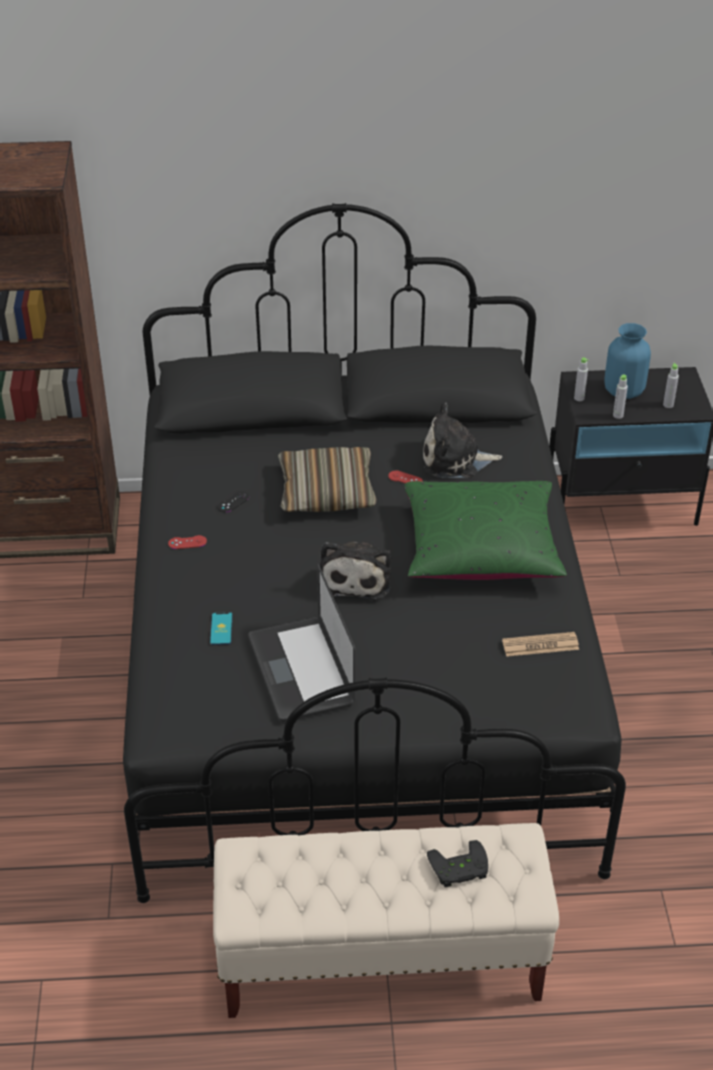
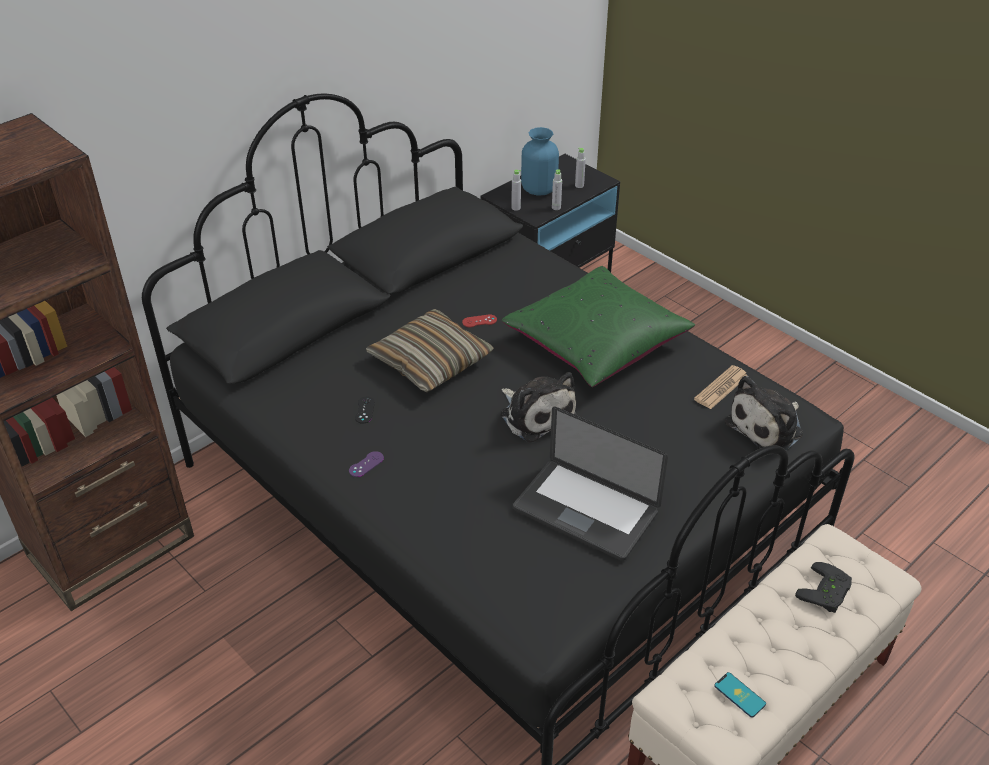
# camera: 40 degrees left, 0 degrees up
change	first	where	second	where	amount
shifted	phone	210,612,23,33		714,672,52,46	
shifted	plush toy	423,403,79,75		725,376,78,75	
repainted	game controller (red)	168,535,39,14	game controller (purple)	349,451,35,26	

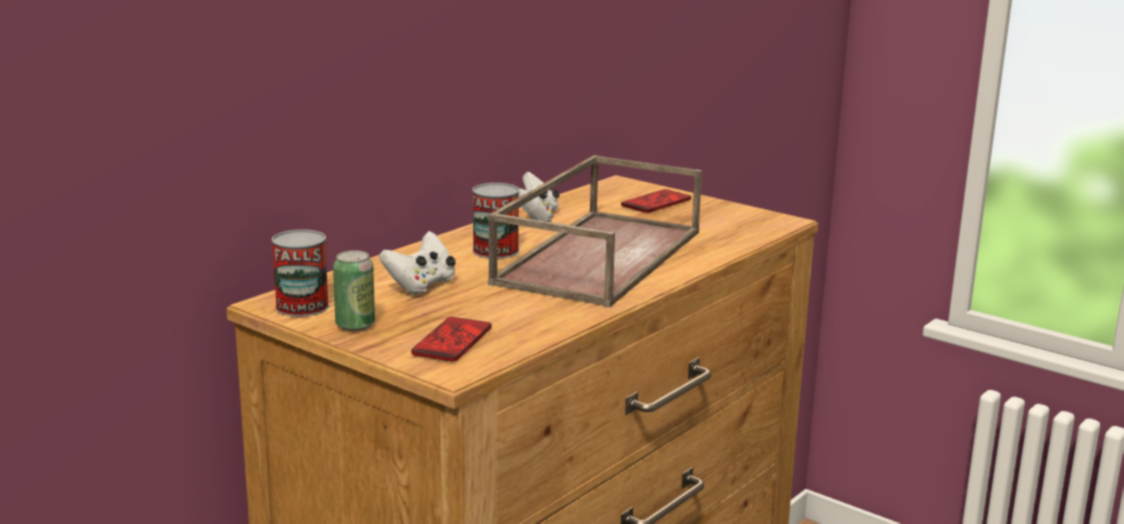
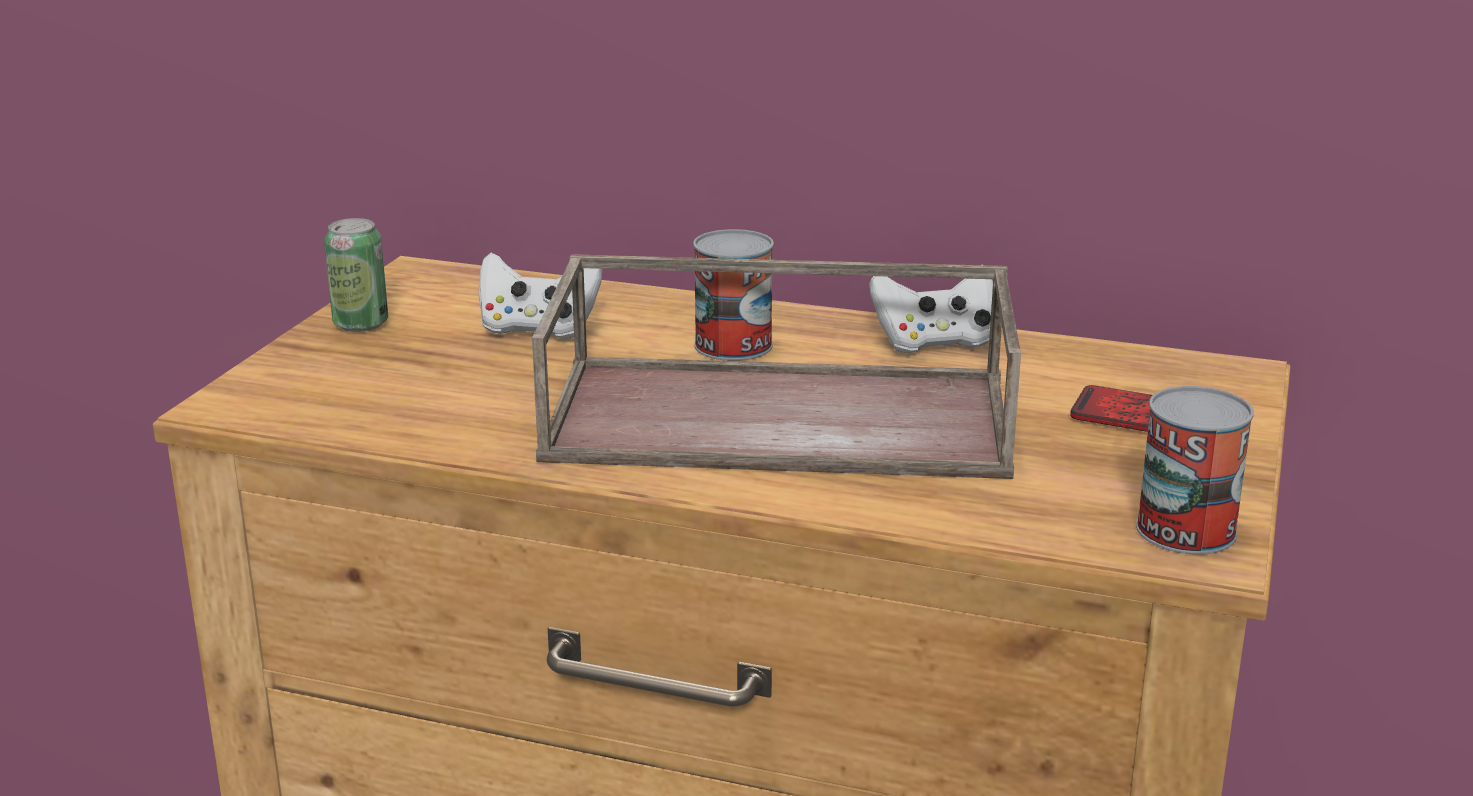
# camera: 70 degrees right, 5 degrees up
change	first	where	second	where	amount
gone	phone	411,317,81,44			
shifted	can	272,229,57,88		1136,386,118,169	

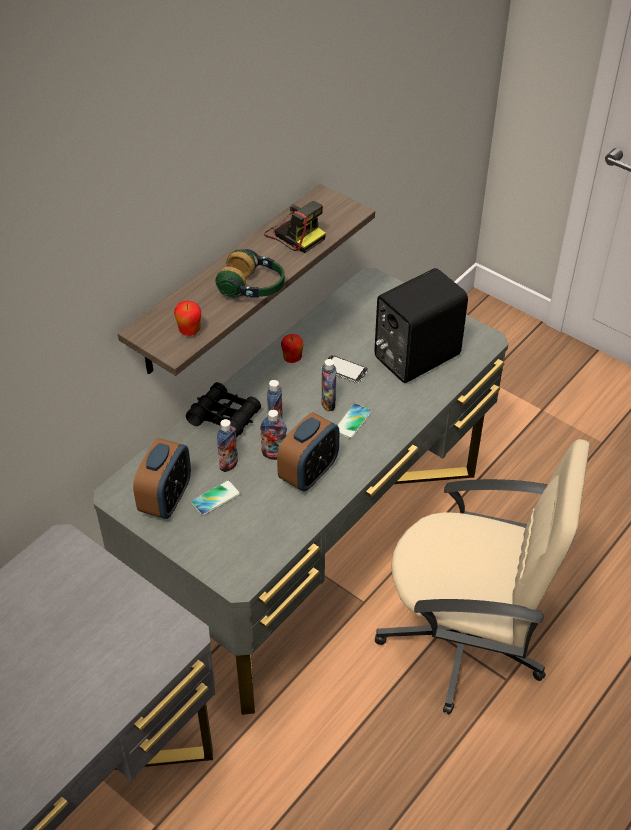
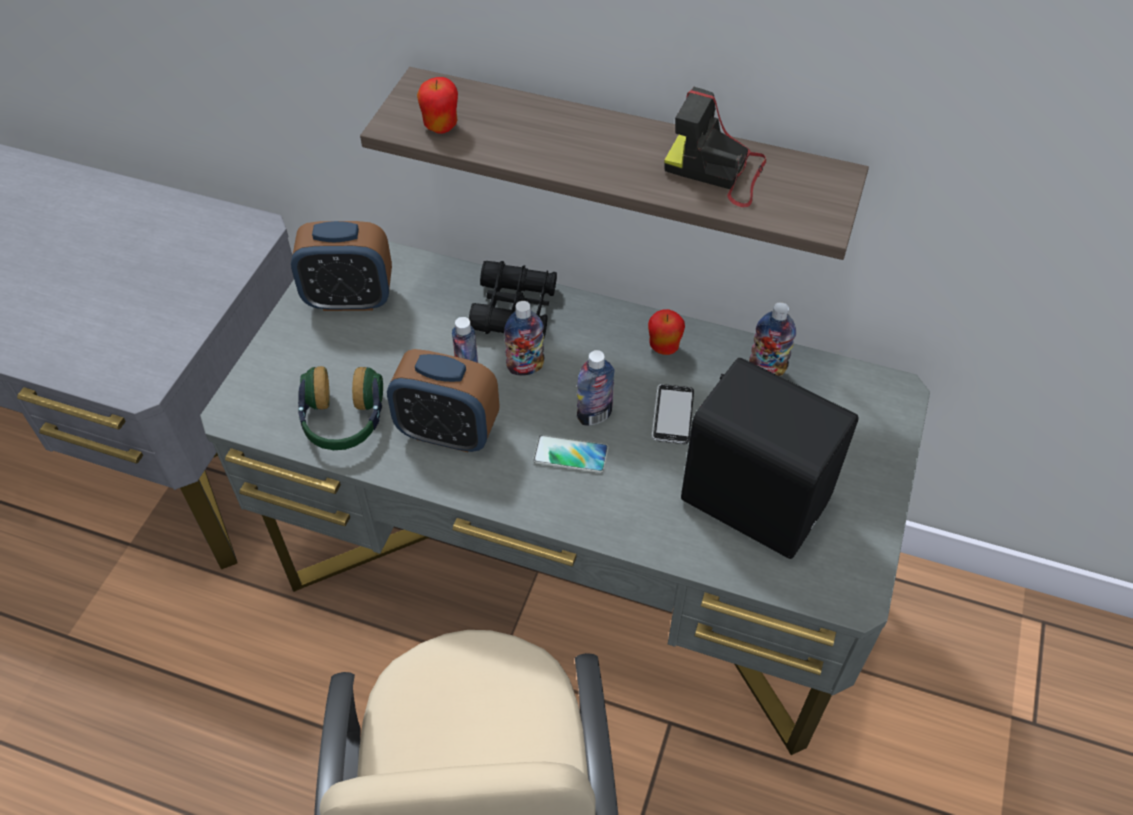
# camera: 70 degrees right, 5 degrees up
change	first	where	second	where	amount
gone	phone	191,480,50,36			
shifted	headphones	215,249,70,49		298,366,85,84	
shifted	bottle	217,419,21,53		749,302,47,74	
rotated	photo camera	264,201,62,52		664,87,102,120	90 degrees clockwise

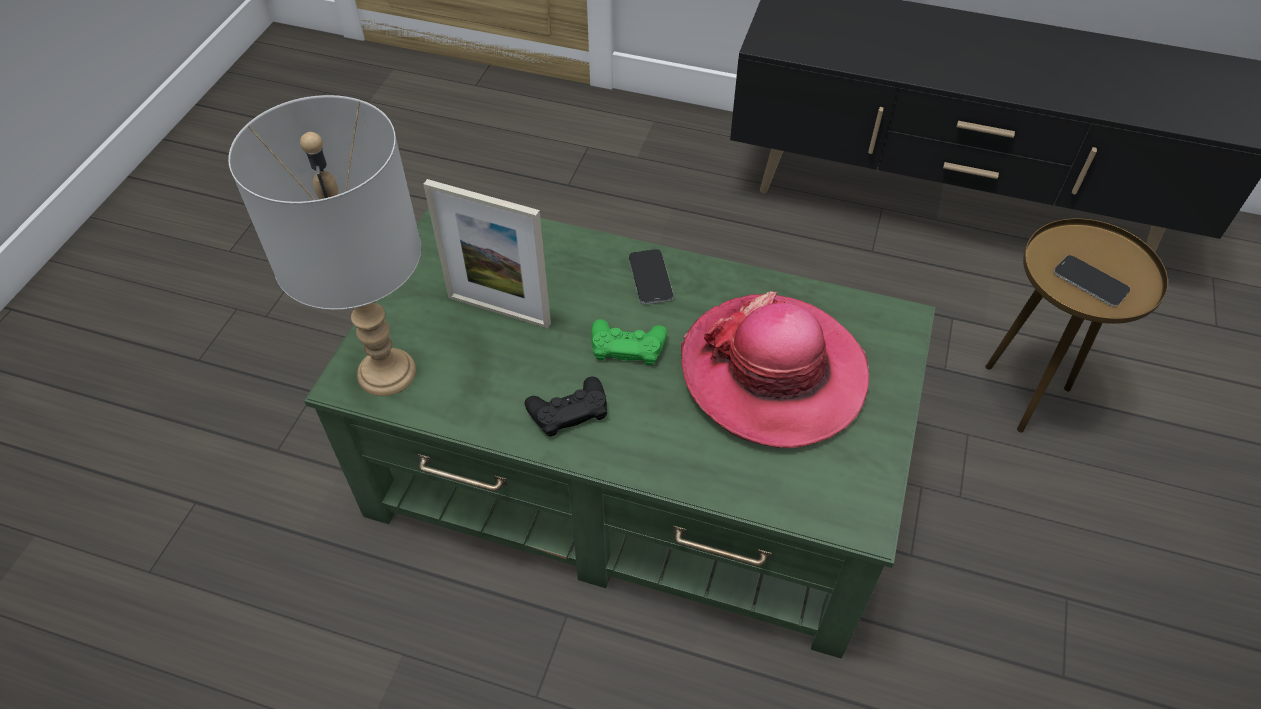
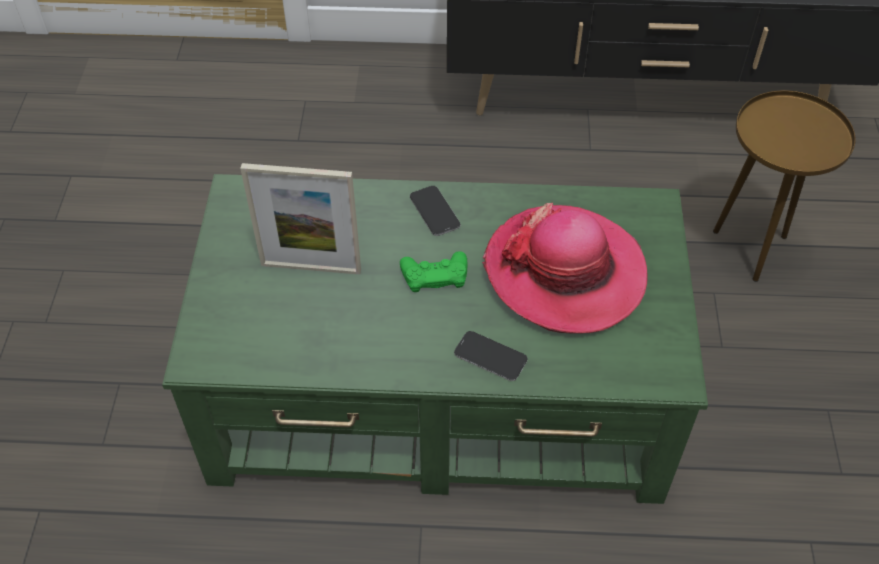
# camera: 15 degrees left, 0 degrees up
change	first	where	second	where	amount
gone	table lamp (grey)	228,95,194,301			
gone	game controller (black)	524,377,83,59			
shifted	phone	1054,255,76,52		454,331,74,50	

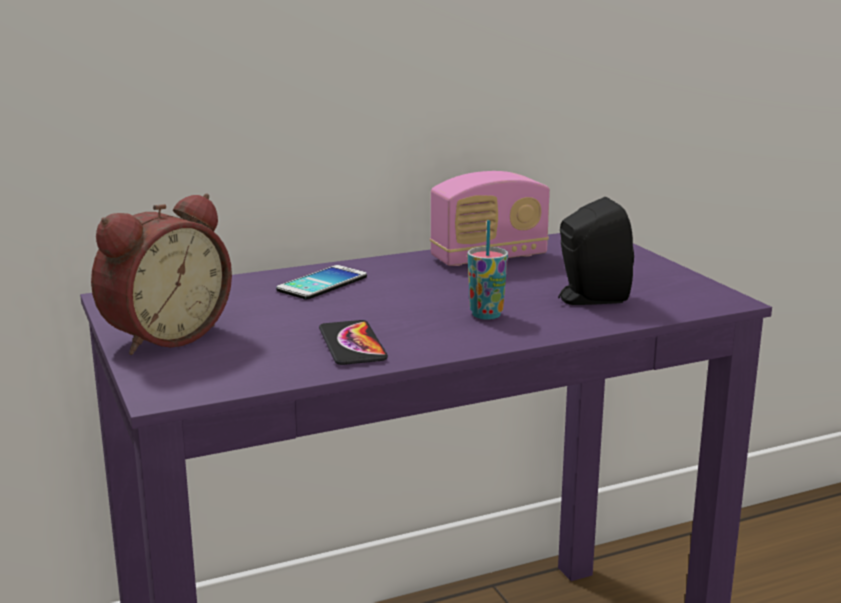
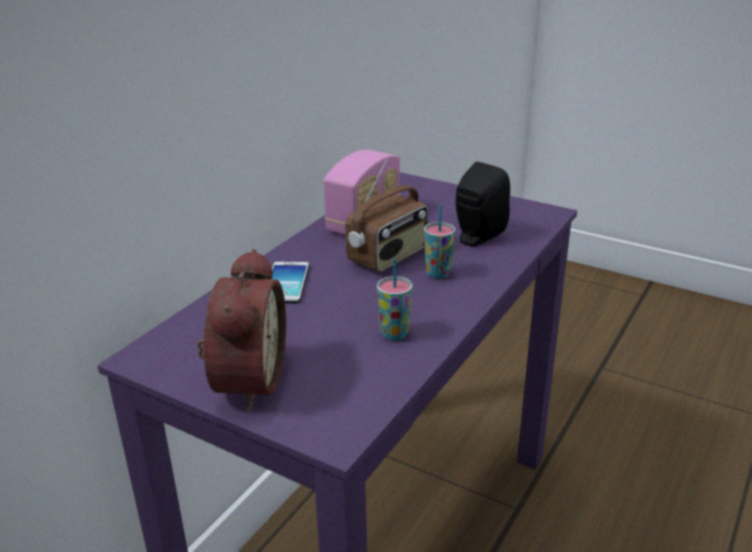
# camera: 35 degrees left, 10 degrees up
change	first	where	second	where	amount
new			radio	345,159,83,113	
swapped	phone	319,320,69,45	cup	377,259,35,81	

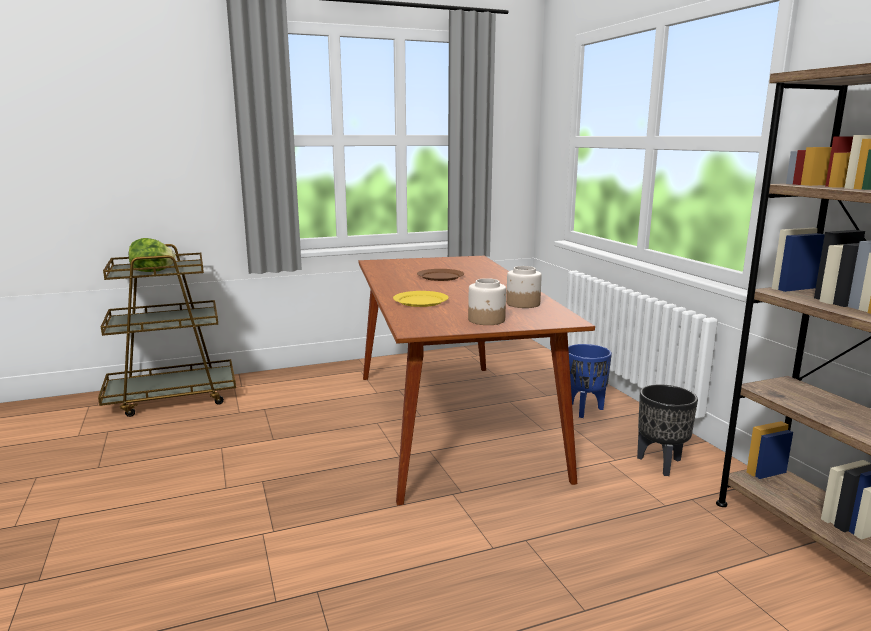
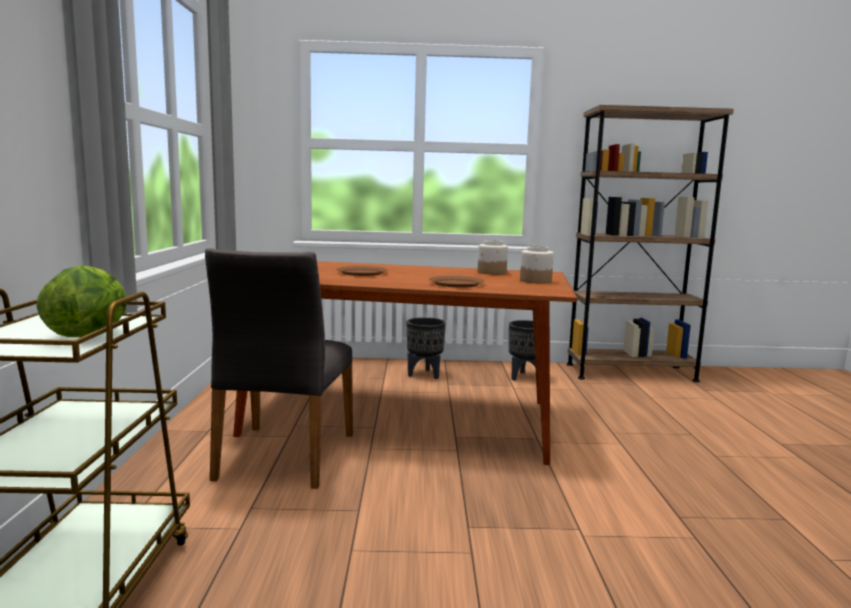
# camera: 70 degrees left, 5 degrees down
change	first	where	second	where	amount
new			chair (grey)	205,248,148,241	
repainted	plate (yellow)	393,291,56,16	plate (brown)	429,276,56,12	
repainted	planter (blue)	568,344,44,74	planter (black)	407,317,39,62	

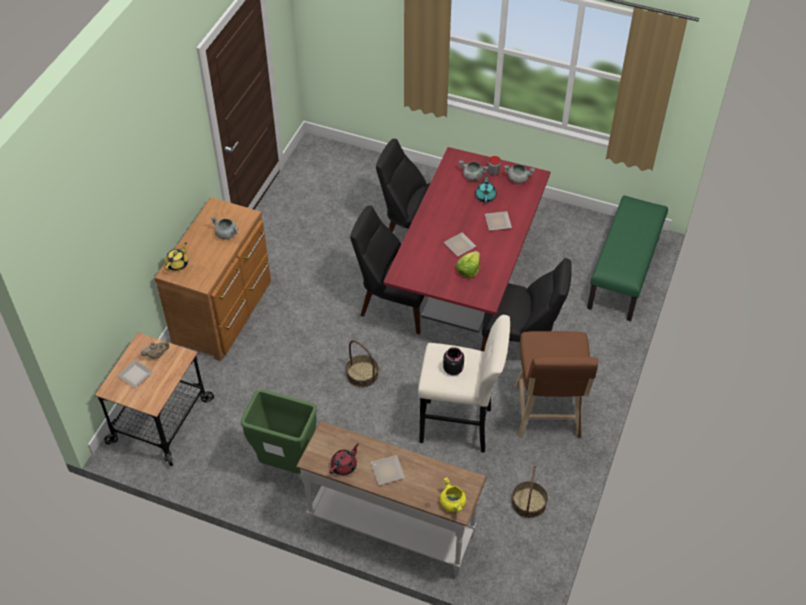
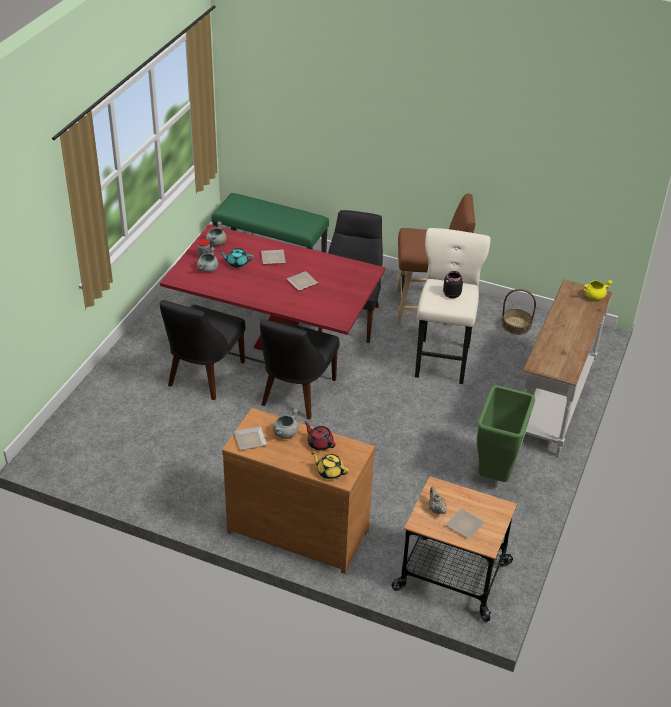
# camera: 90 degrees left, 10 degrees down
change	first	where	second	where	amount
gone	basket	346,340,32,48			
gone	lettuce	456,251,24,27			
shifted	teapot (red)	329,443,30,32		304,422,32,28	
shifted	plate	371,455,34,30		234,426,33,24	

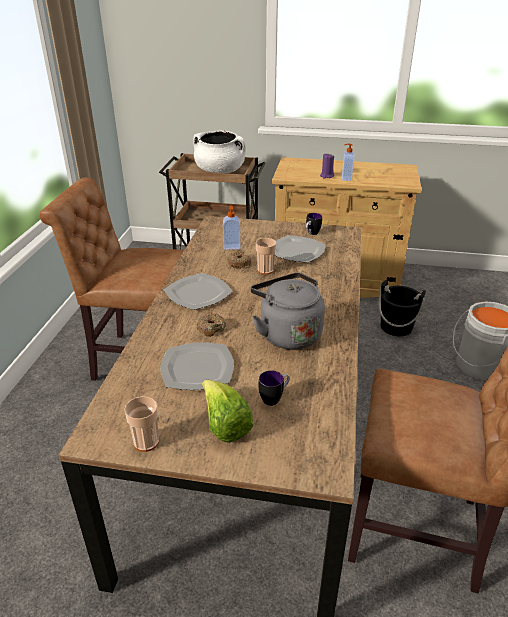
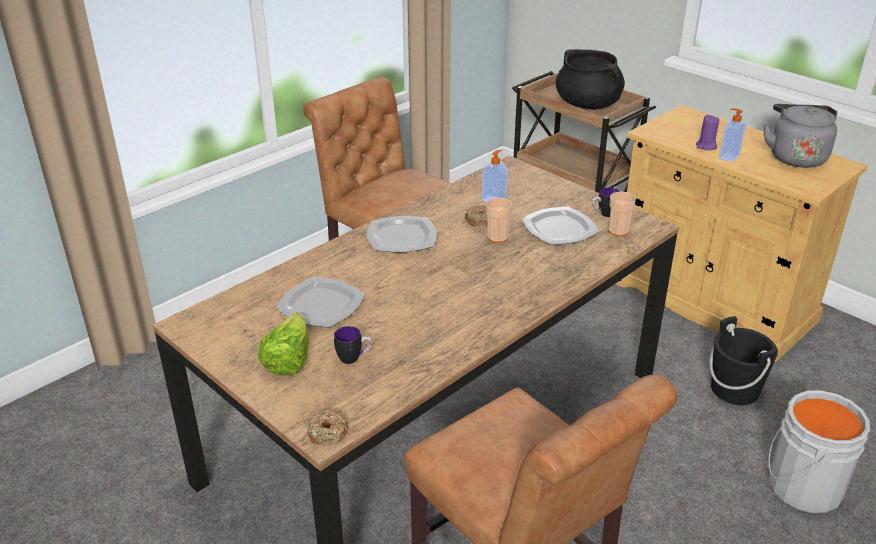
# camera: 35 degrees right, 0 degrees up
change	first	where	second	where	amount
shifted	cup	124,396,35,56		608,192,28,44	
shifted	donut	197,313,29,24		307,410,41,35	
shifted	kettle (grey)	251,273,74,77		764,104,73,64	
repainted	cooking pot (white)	193,131,53,42	cooking pot (black)	556,49,69,61	

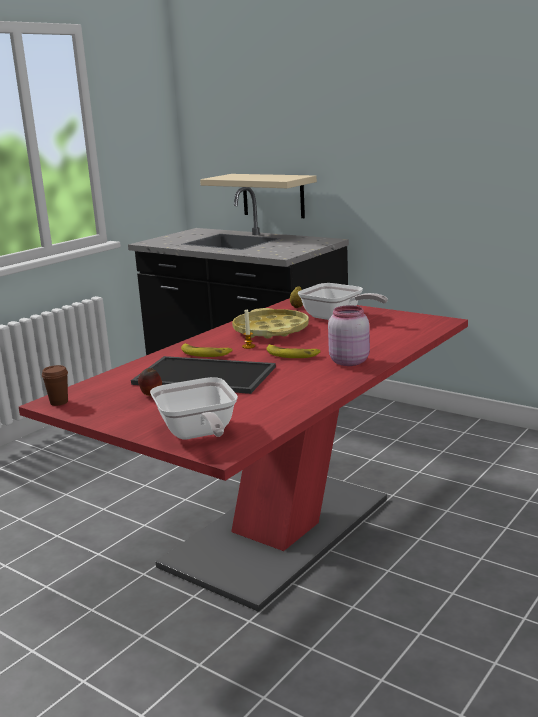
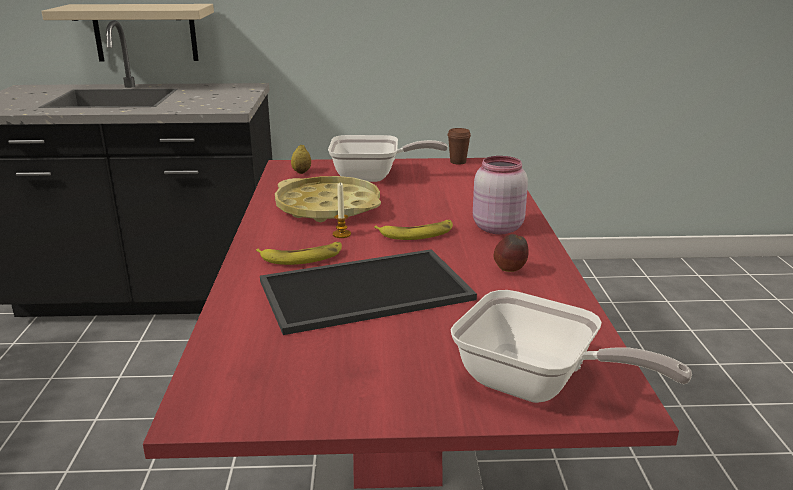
# camera: 40 degrees left, 5 degrees up
change	first	where	second	where	amount
shifted	cup (brown)	42,365,26,41		447,128,24,36	
shifted	apple	138,368,24,28		494,234,35,38	

